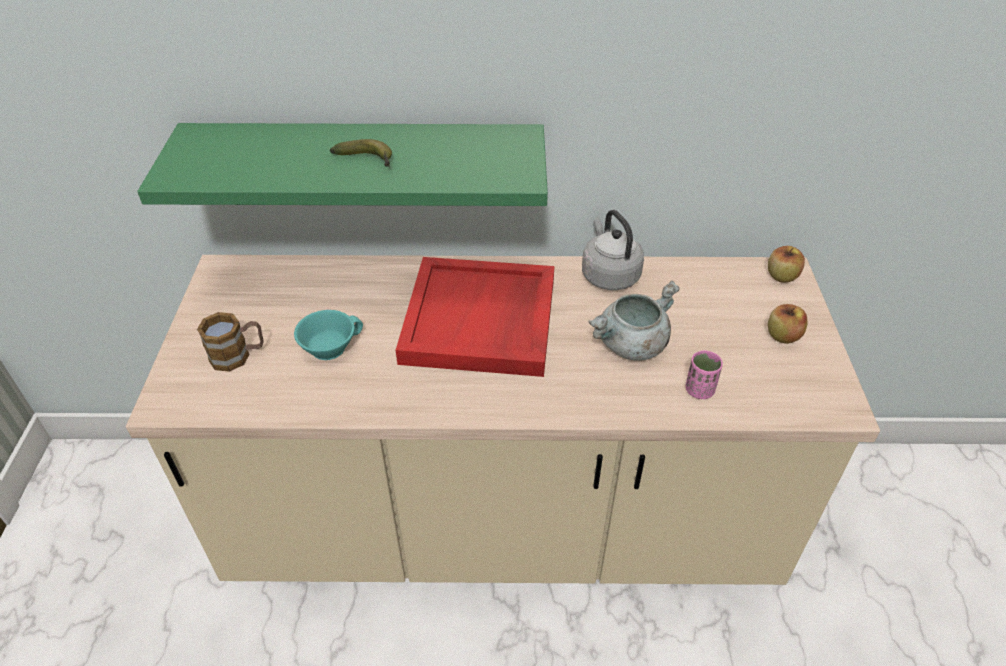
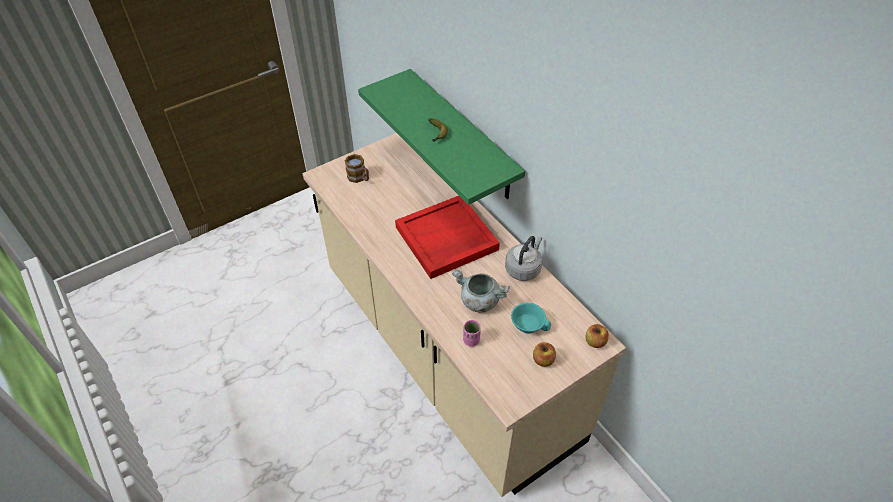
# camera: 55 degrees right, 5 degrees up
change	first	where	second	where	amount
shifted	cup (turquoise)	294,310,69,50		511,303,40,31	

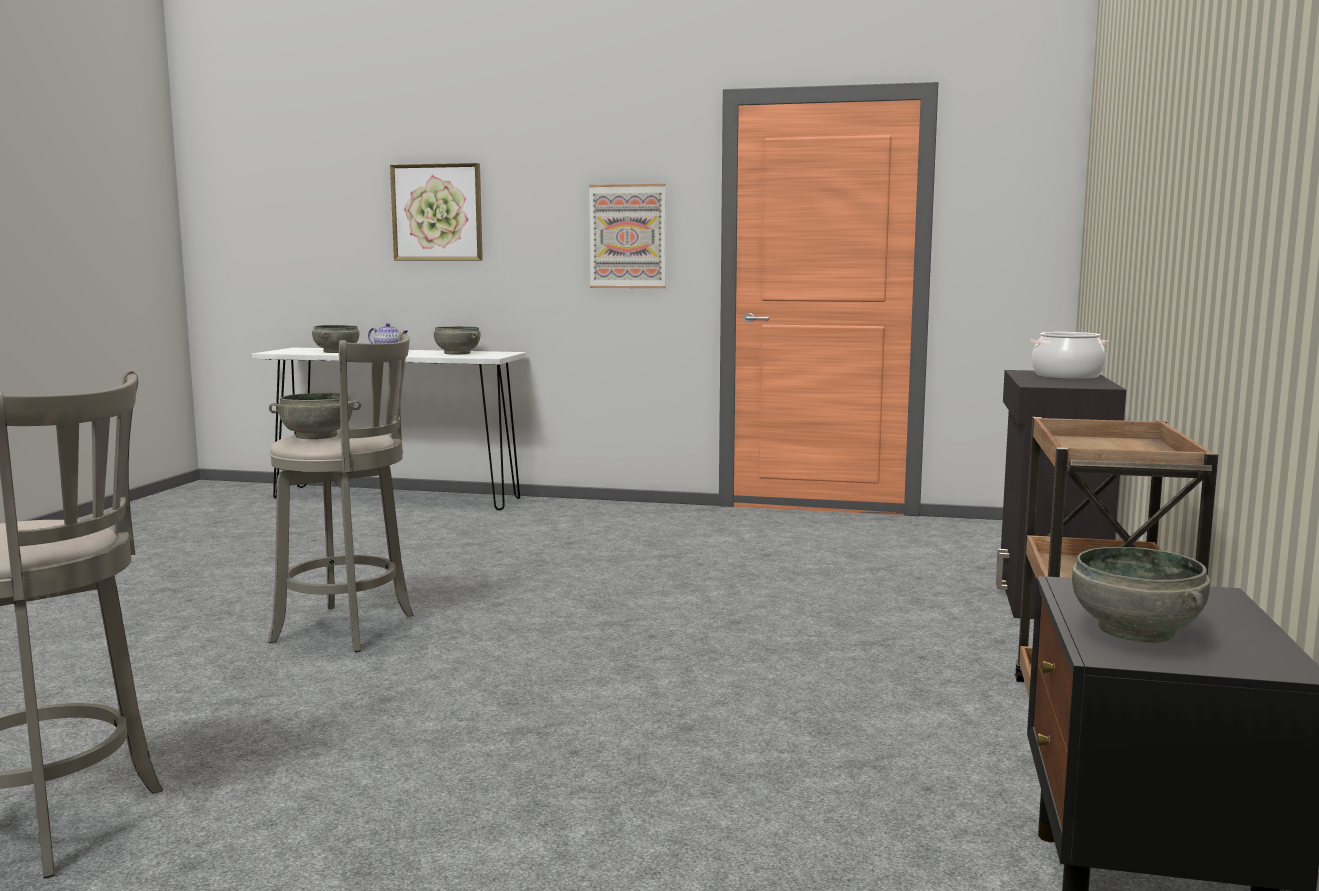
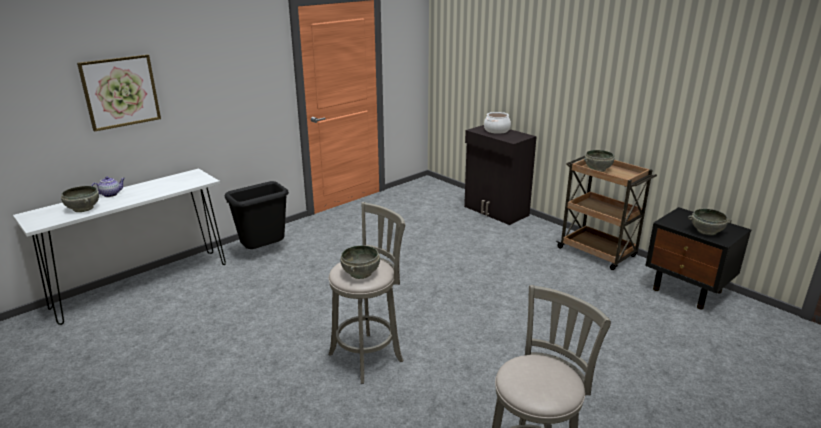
# camera: 55 degrees left, 15 degrees up
change	first	where	second	where	amount
gone	picture	589,184,77,104			
new			trash can (black)	225,181,64,68	
shifted	bowl (grey)	434,326,47,28		584,150,30,22	

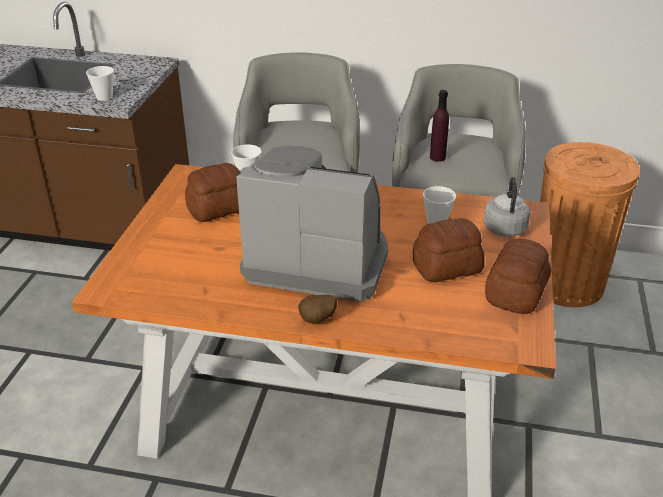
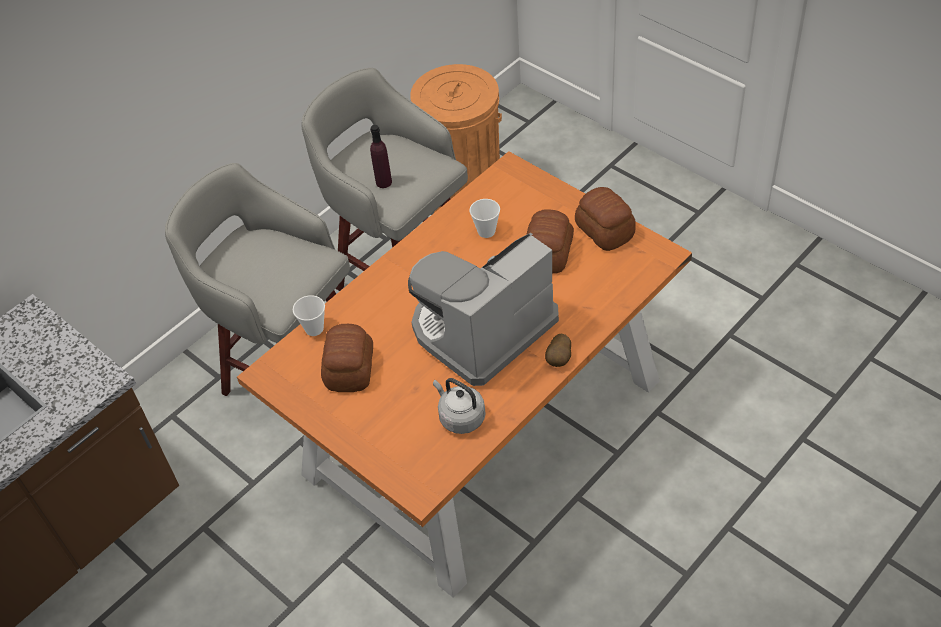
# camera: 55 degrees left, 15 degrees up
change	first	where	second	where	amount
gone	cup	86,66,28,35			
shifted	kettle (grey)	483,177,48,60		433,378,53,56	

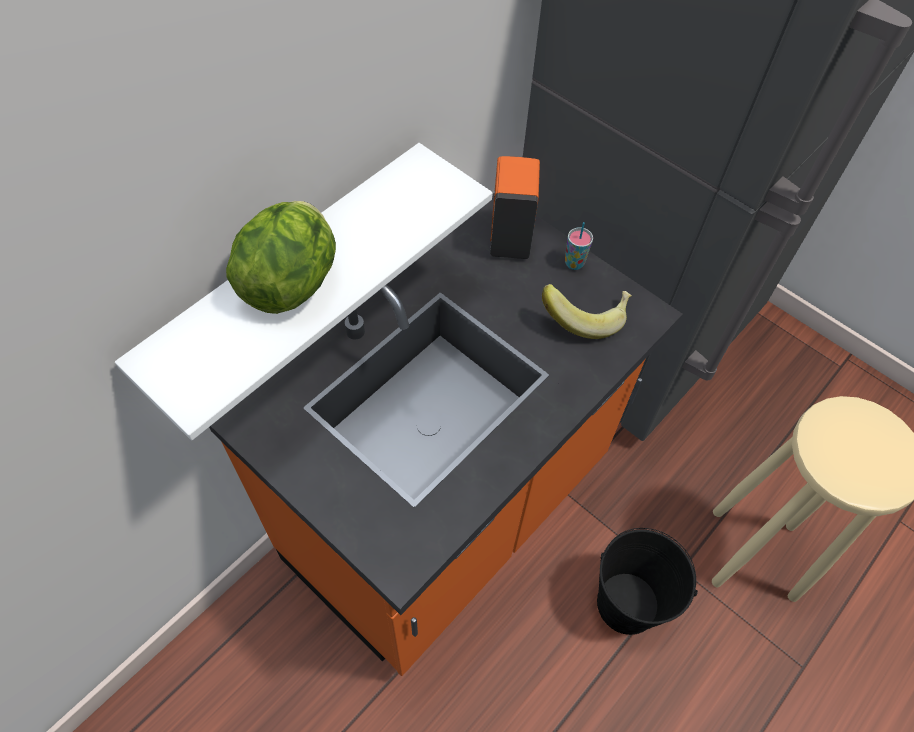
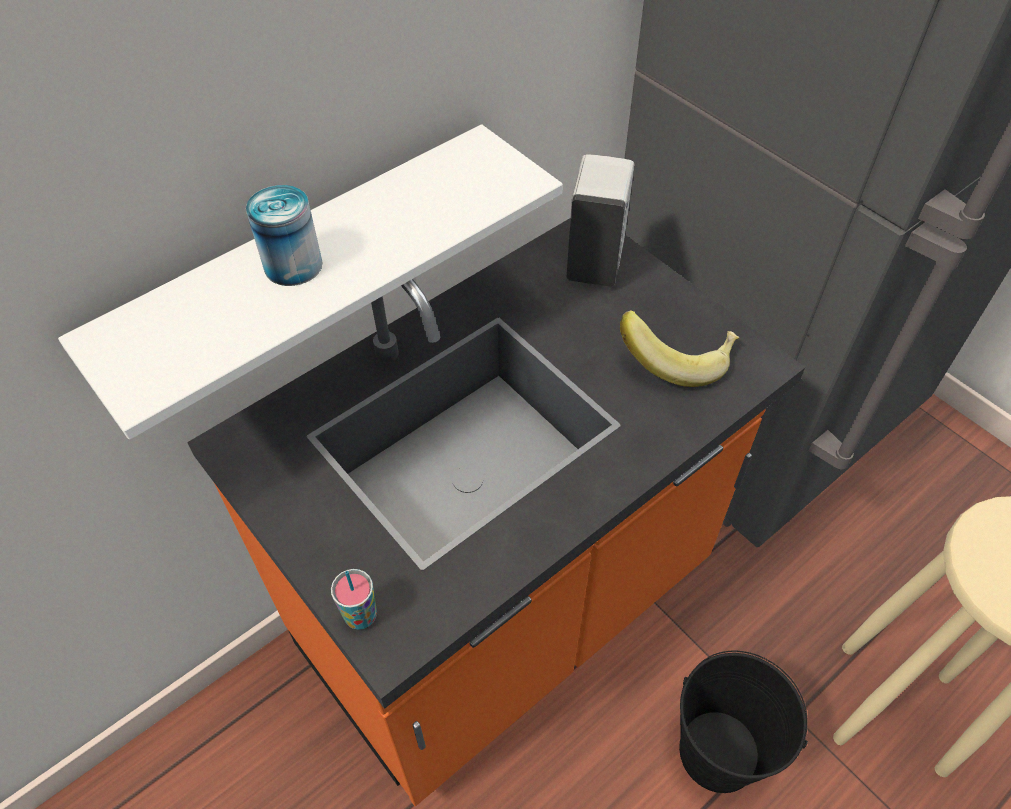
# camera: 10 degrees right, 5 degrees down
change	first	where	second	where	amount
shifted	cup	565,222,28,48		331,569,46,60	
swapped	lettuce	226,201,110,113	can	246,185,77,101	
repainted	soap dispenser (orange)	490,156,50,103	soap dispenser (white)	567,154,68,132	

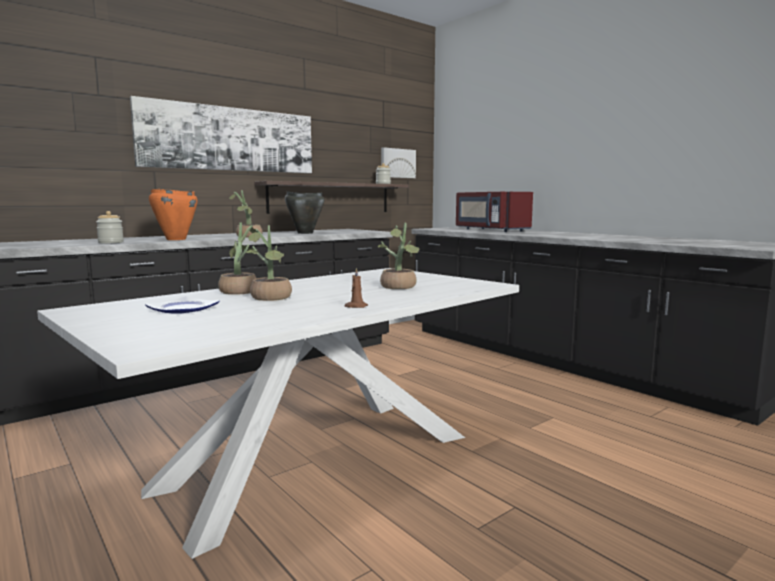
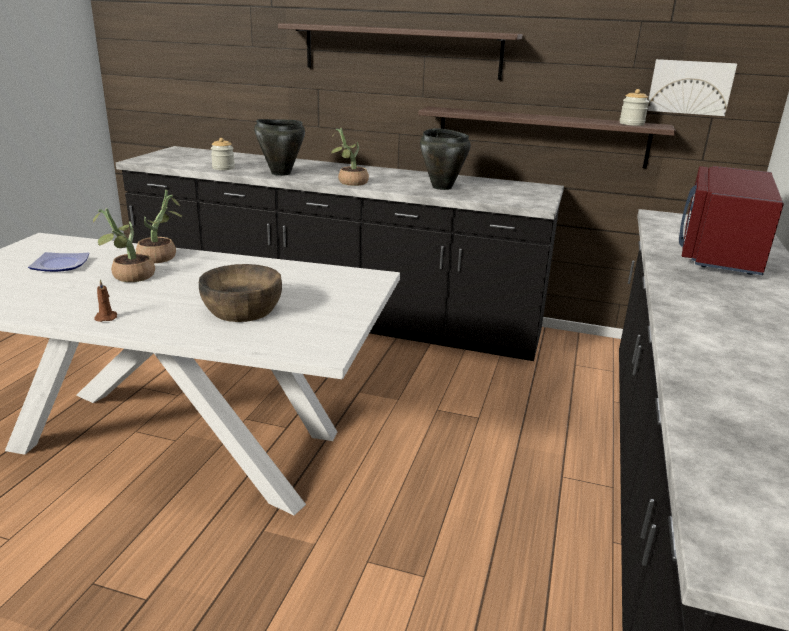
# camera: 55 degrees right, 15 degrees up
change	first	where	second	where	amount
swapped	picture	130,96,182,77	shelf	278,24,244,56	
swapped	potted plant	378,223,42,66	bowl (brown)	199,264,83,58	
repainted	cooking pot (orange)	149,189,49,51	cooking pot (black)	254,119,51,57	

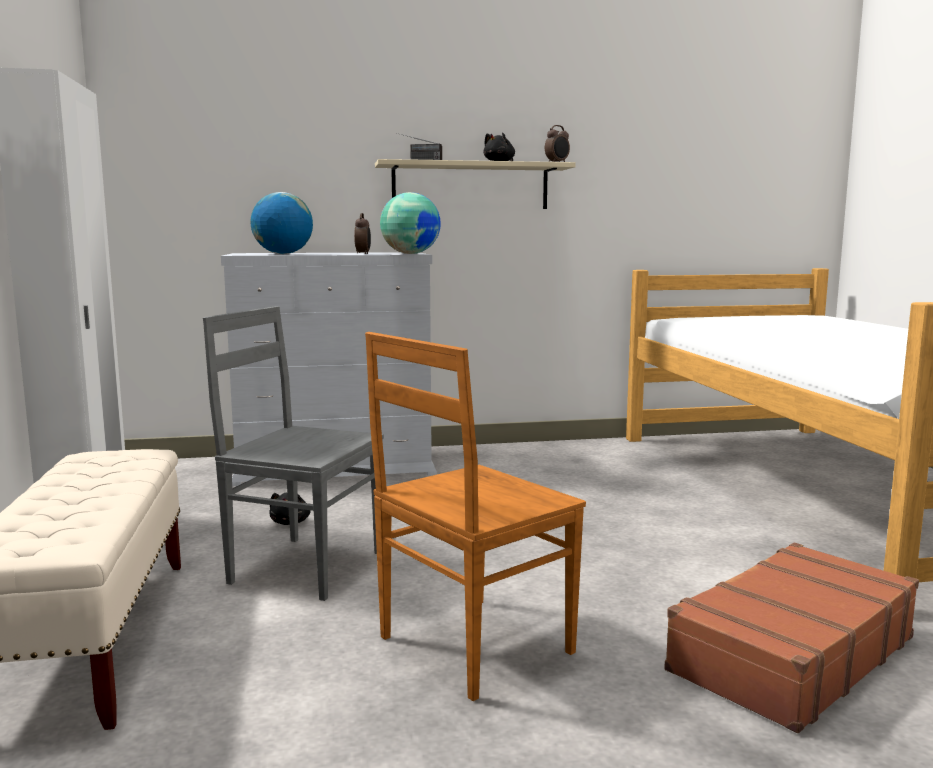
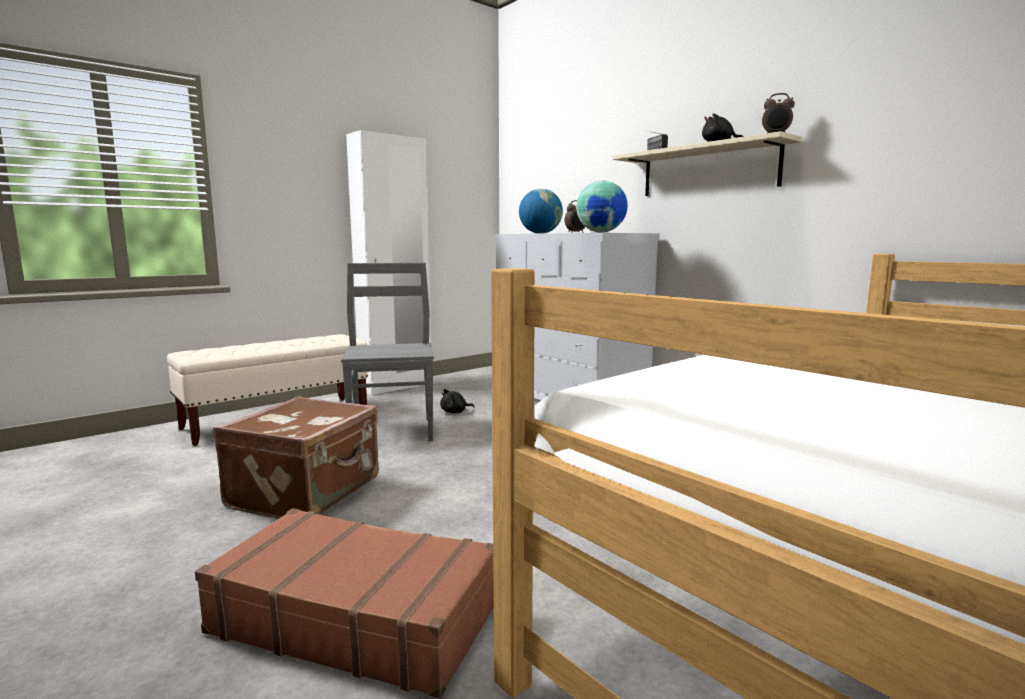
# camera: 60 degrees right, 0 degrees up
change	first	where	second	where	amount
swapped	chair (brown)	365,332,221,369	suitcase (brown)	213,396,166,123	

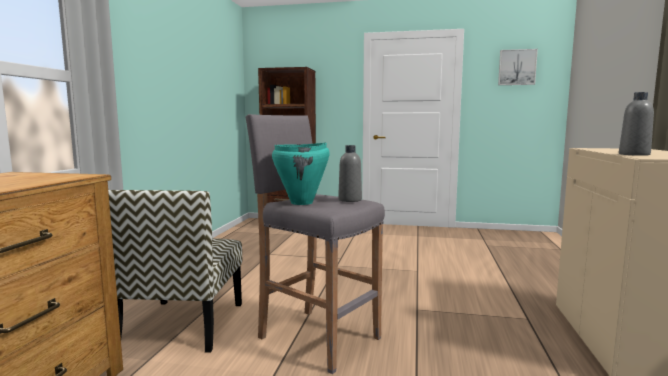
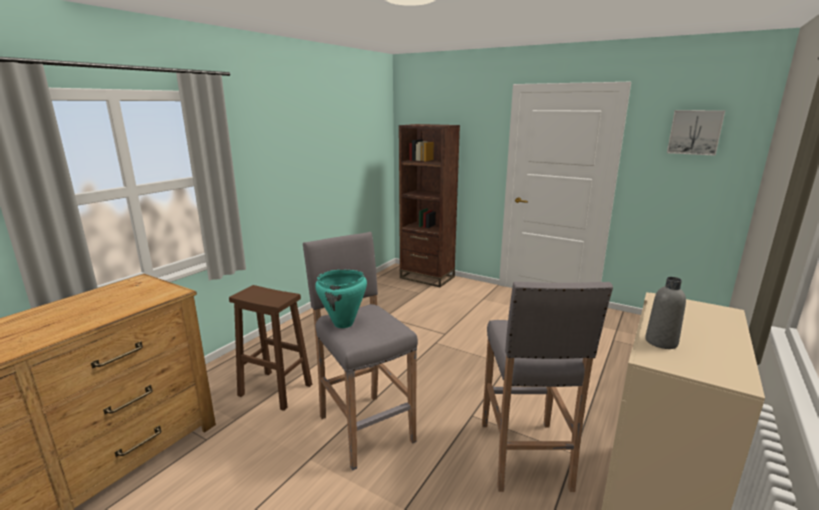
# camera: 20 degrees right, 10 degrees up
change	first	where	second	where	amount
gone	bottle (grey)	338,145,24,57			
new			stool (grey)	482,282,131,210	
swapped	chair	108,190,134,163	stool (brown)	229,285,83,126	

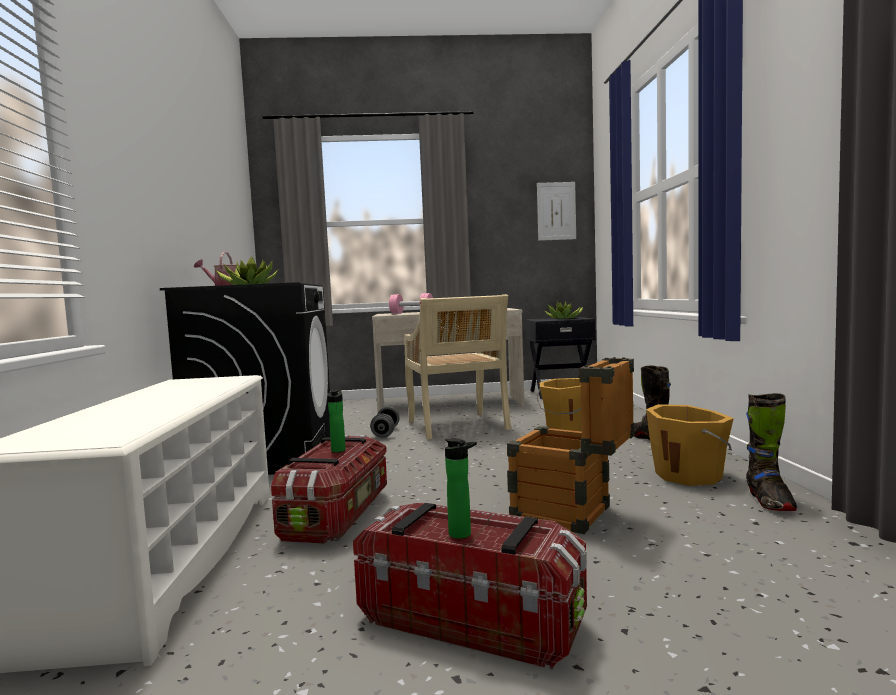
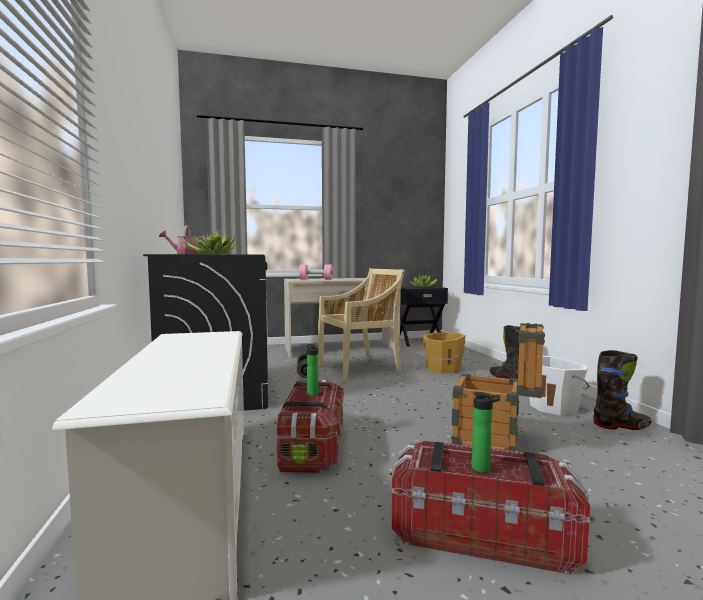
# camera: 10 degrees left, 0 degrees up
change	first	where	second	where	amount
gone	picture	537,182,39,59			
repainted	bucket (orange)	646,404,88,82	bucket (white)	529,356,60,60	
rotated	chair (beige)	404,294,107,145		318,268,87,113	90 degrees counterclockwise
rotated	boot (black)	746,393,51,118		593,350,59,80	90 degrees counterclockwise

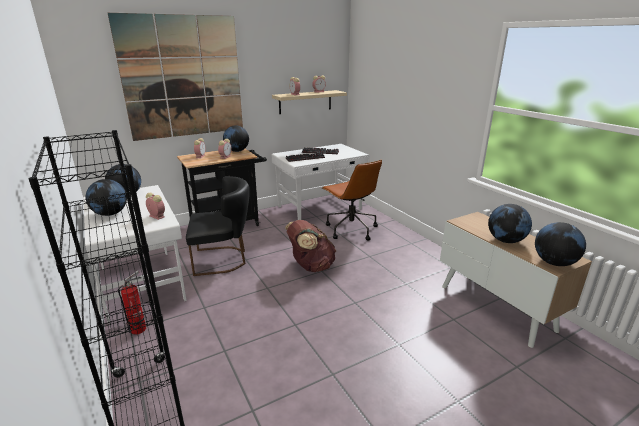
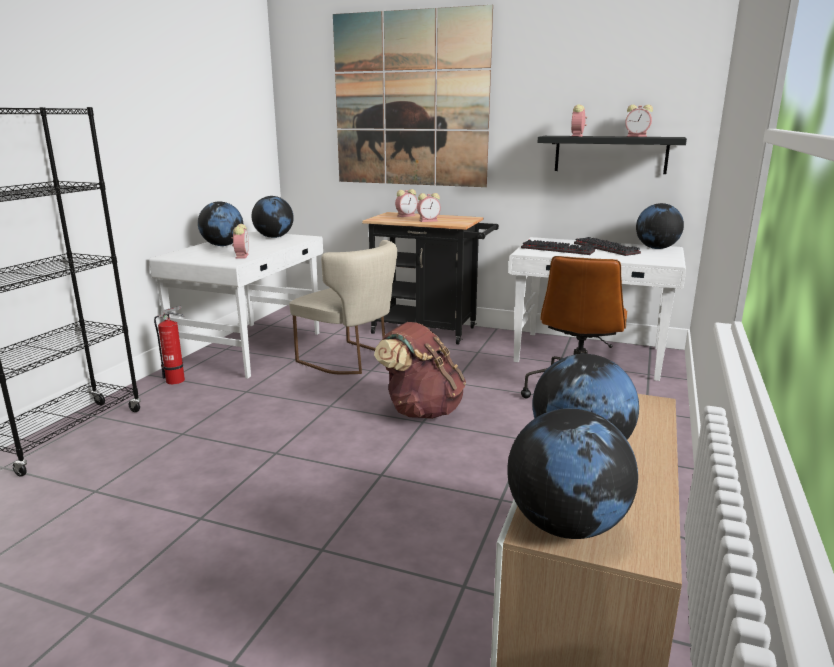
# camera: 50 degrees right, 5 degrees down
change	first	where	second	where	amount
shifted	globe	223,125,26,27		636,203,48,46	
repainted	chair (black)	186,176,64,100	chair (beige)	289,240,108,135	
repainted	shelf (beige)	272,90,75,24	shelf (black)	538,136,149,38	

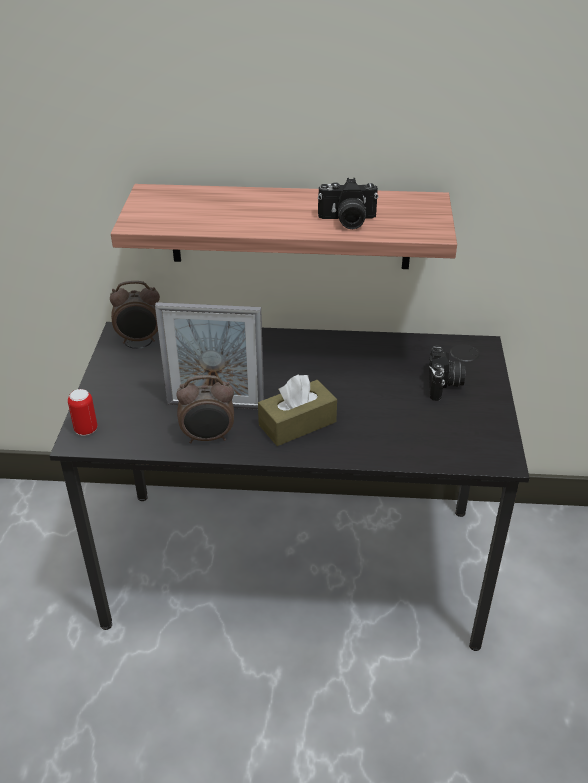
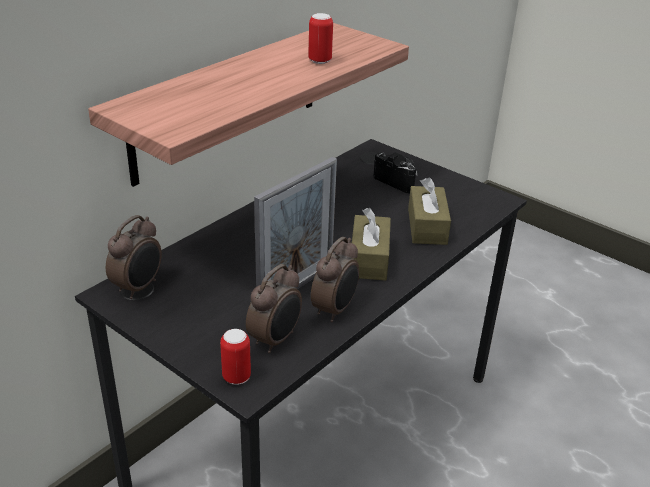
# camera: 55 degrees left, 5 degrees down
change	first	where	second	where	amount
new			alarm clock	246,264,56,89	
new			tissue box (brown)	408,177,43,68	
swapped	photo camera	318,178,60,51	can	308,13,25,51	

